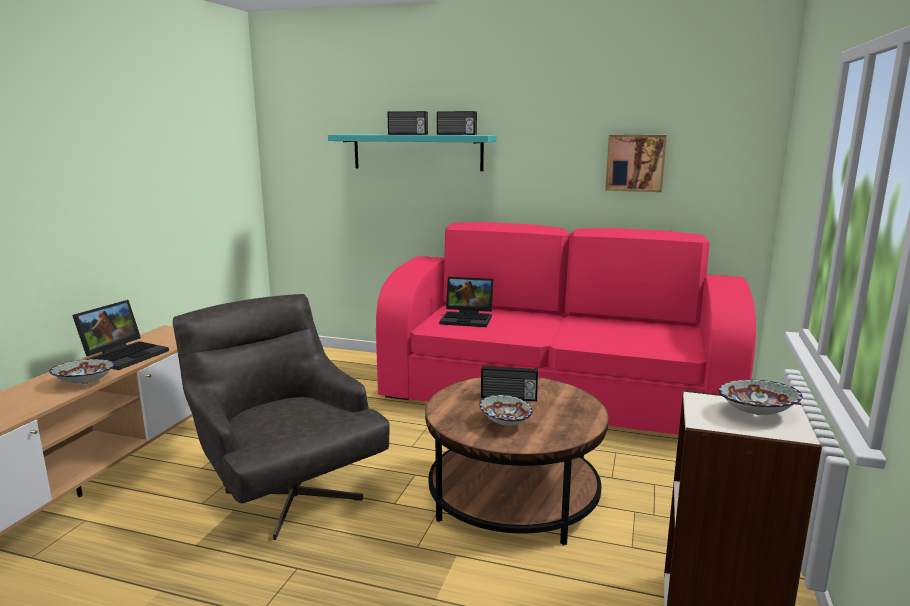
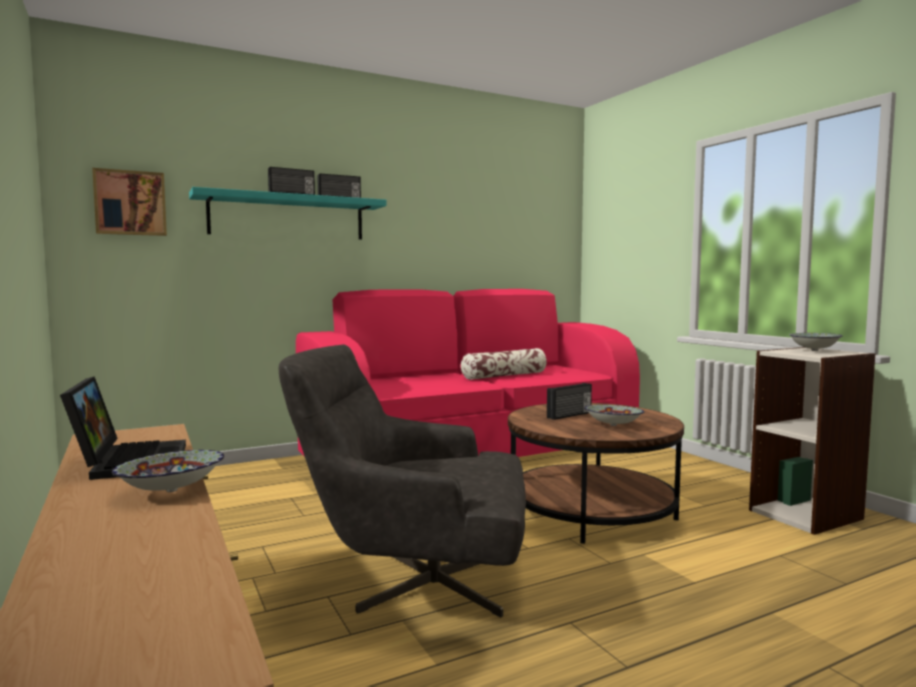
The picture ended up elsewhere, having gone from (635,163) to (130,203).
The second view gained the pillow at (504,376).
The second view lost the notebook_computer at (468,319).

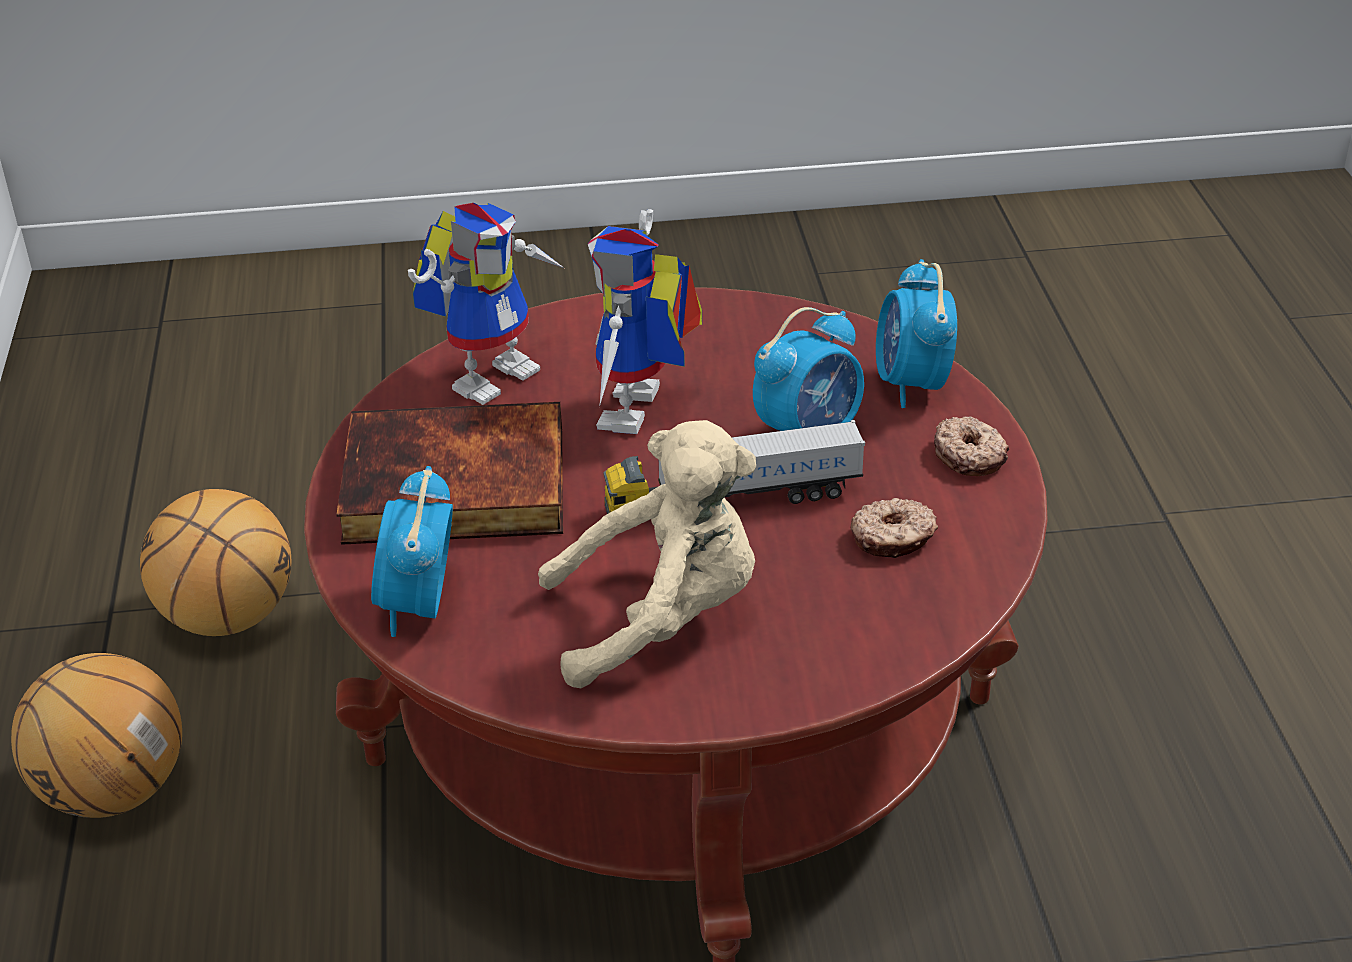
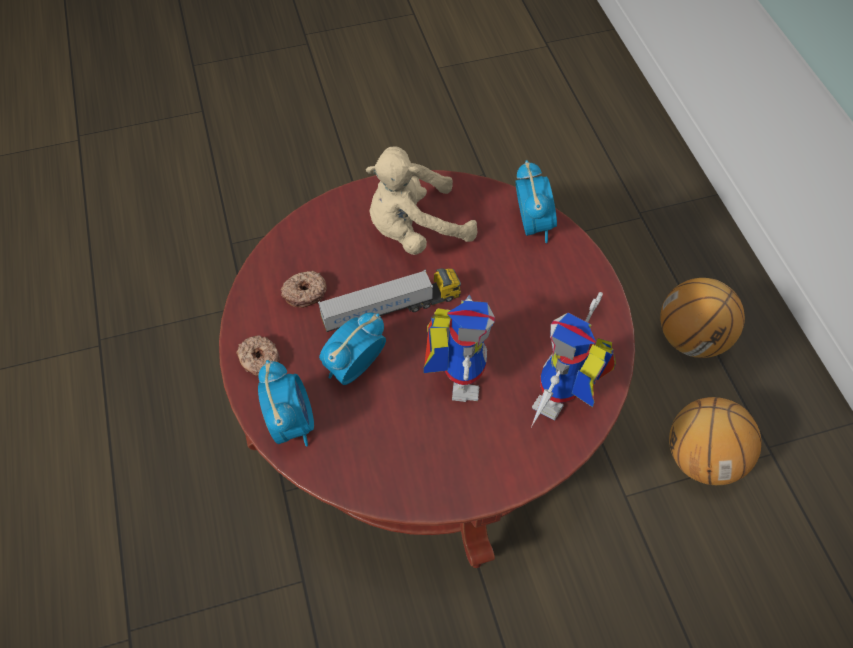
The second view lost the bound_book at (453,488).

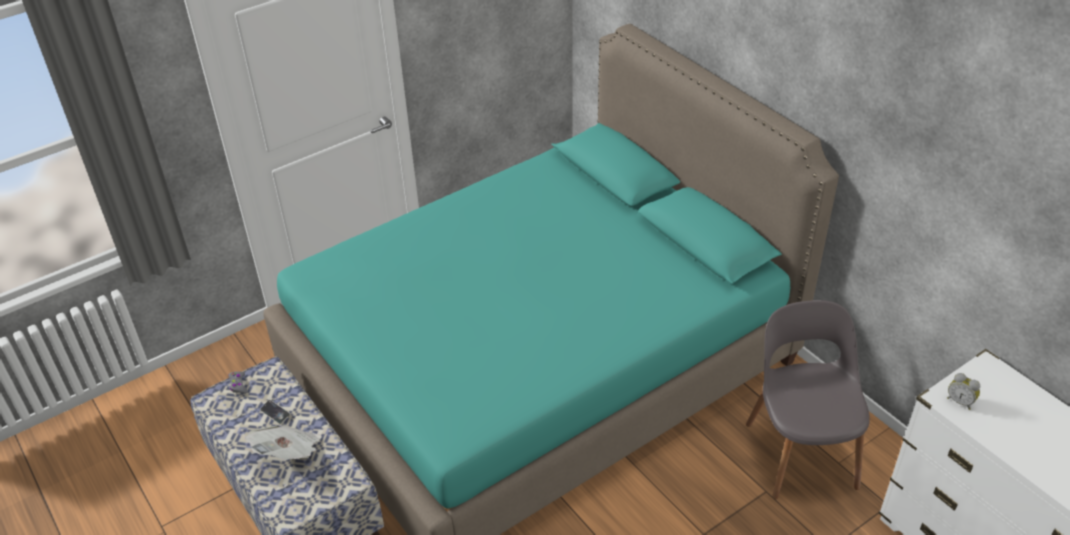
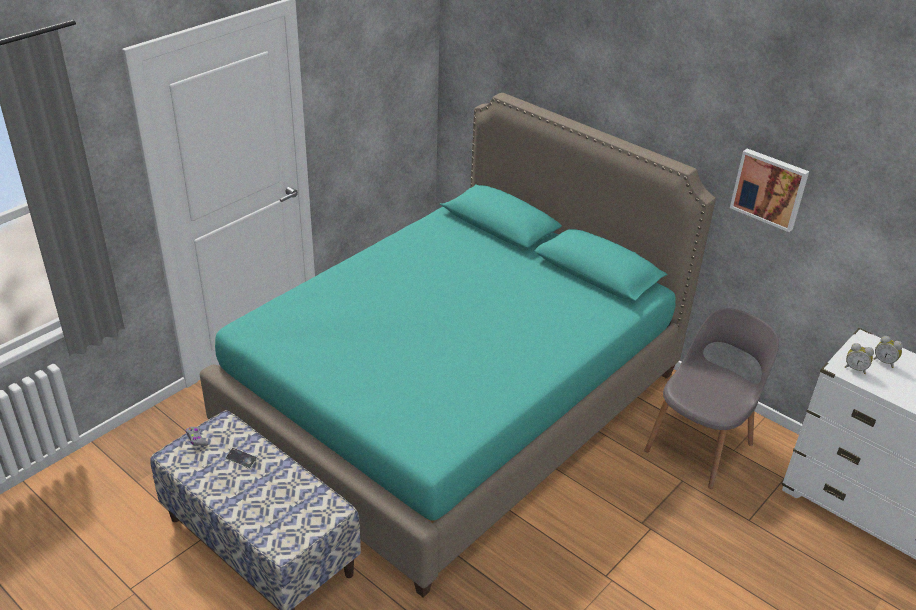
The gray_chair at (800,452) ended up facing another way, 60 degrees clockwise from before.
The second view gained the picture at (770,188).
The second view gained the bedside_clock at (884,361).
The second view lost the newspaper at (289,453).

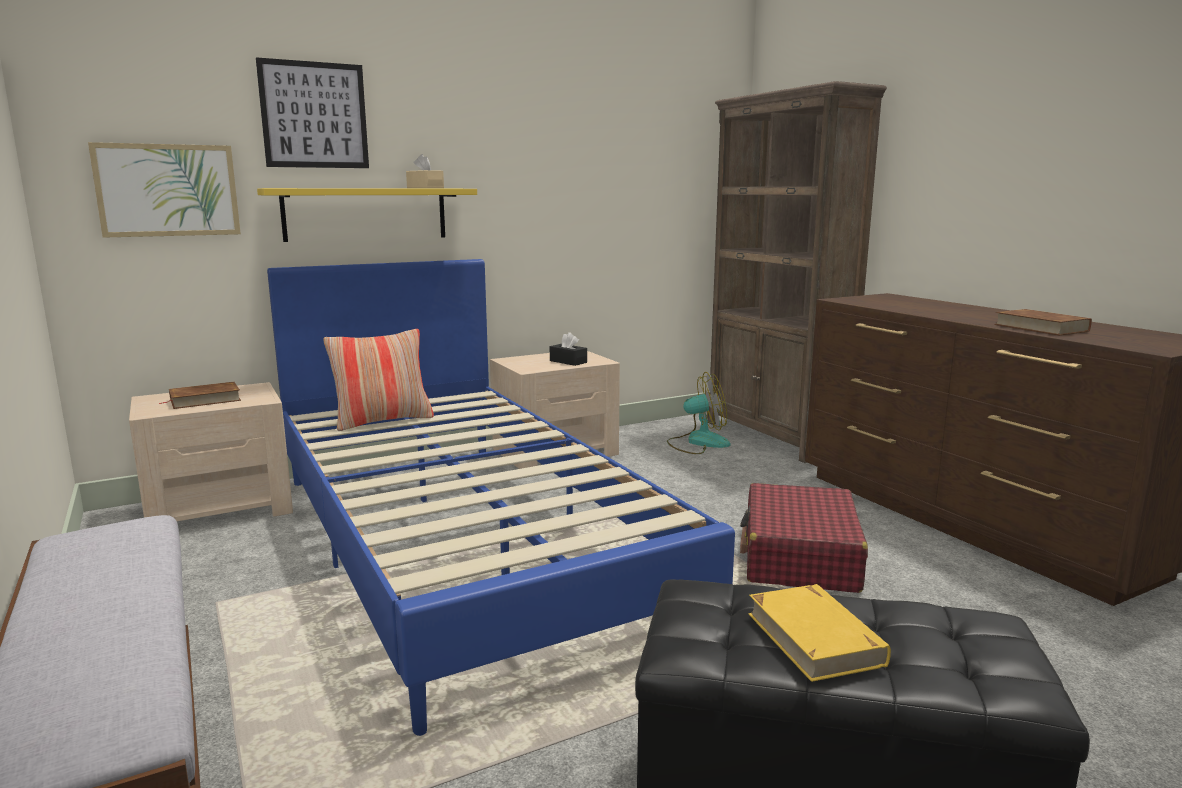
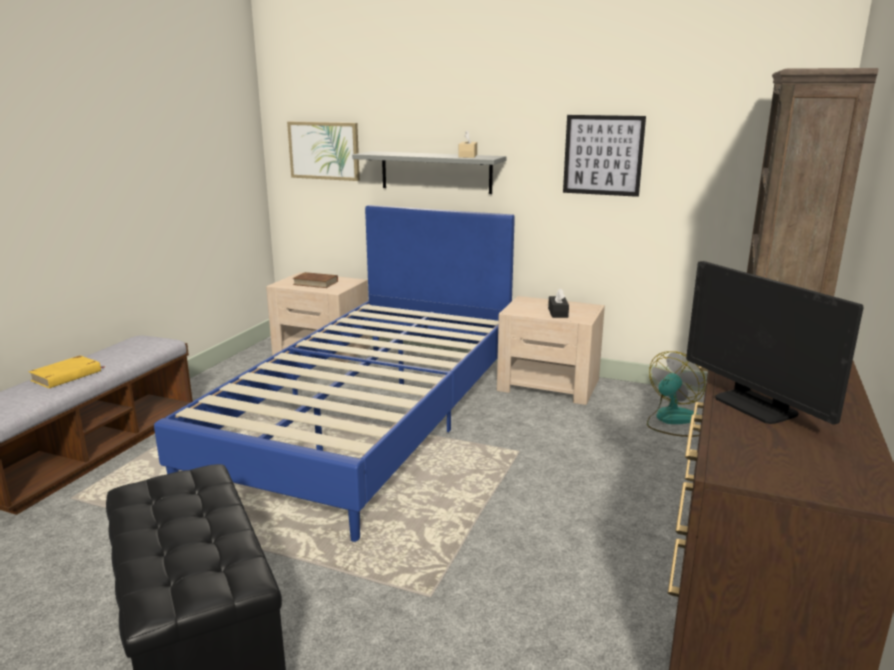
The yellow_bound_book ended up elsewhere, having gone from (815,638) to (67,376).
What was the yellow_bracket_shelf at (366,214) turned into the gray_bracket_shelf at (436,172).
The picture ended up elsewhere, having gone from (314,115) to (603,155).
The electric_fan at (698,442) ended up facing another way, 90 degrees counterclockwise from before.
Where the brown_bound_book stood at (1040,328), the monitor came to stand at (756,406).
The second view lost the pillow at (383,421).
The second view lost the red-coloured_suitcase at (799,557).

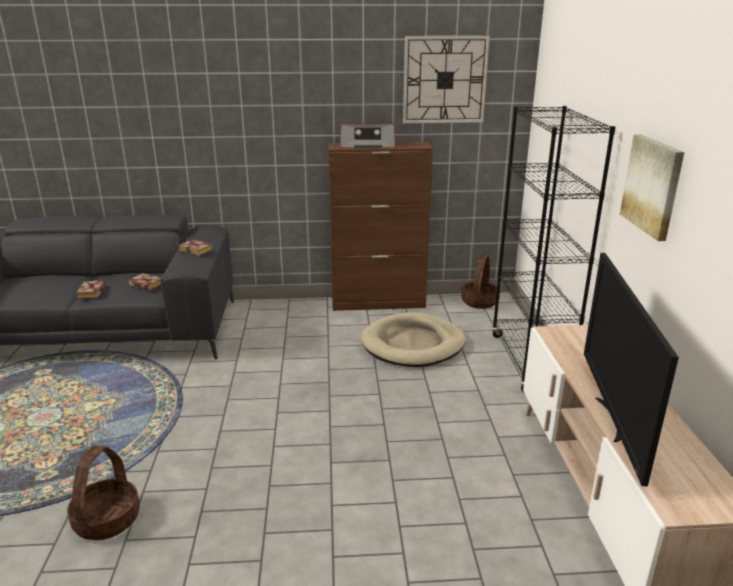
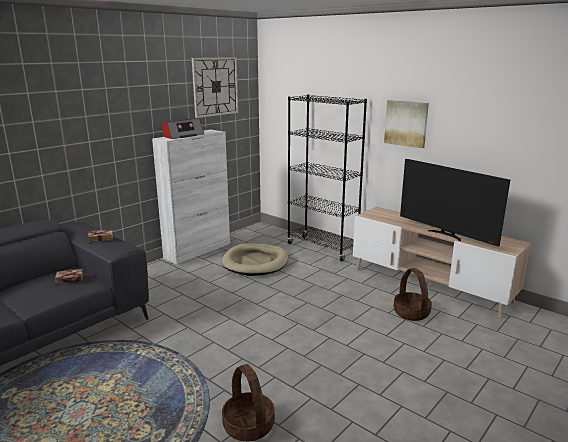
What was the brown_storage_cabinet at (378,303) turned into the whitish_storage_cabinet at (198,250).
The household_basket ended up elsewhere, having gone from (479,302) to (411,313).
The second view lost the bound_book at (92,293).

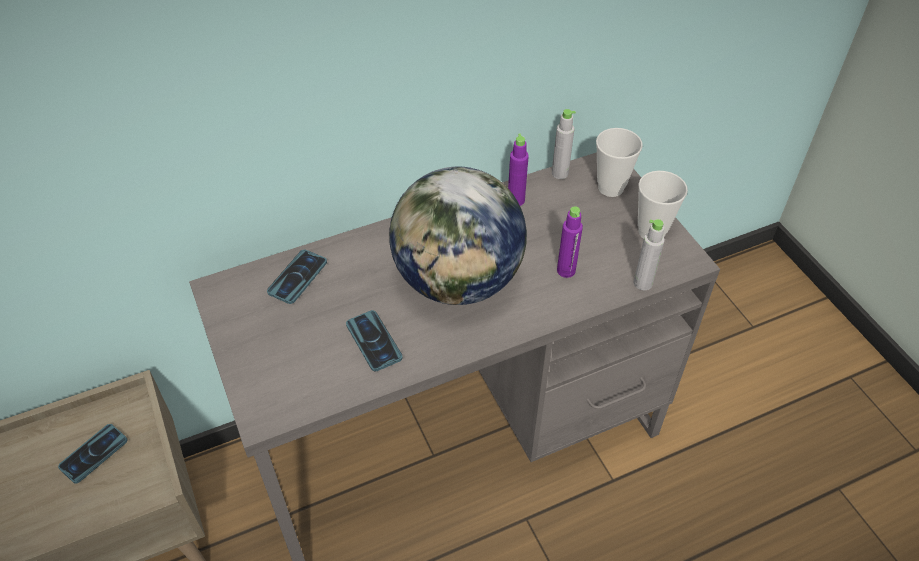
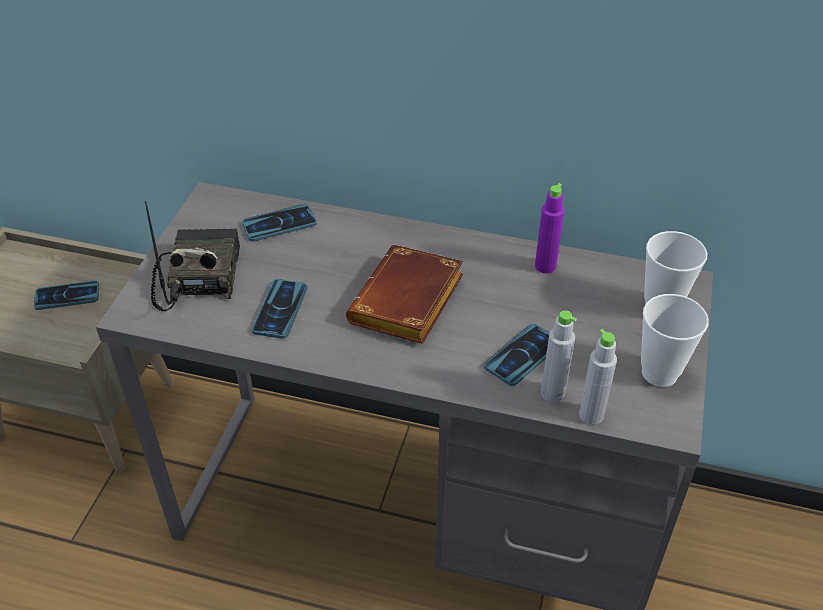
The second view gained the radio_set at (198,276).
Where the globe stood at (458,281), the brown_bound_book came to stand at (408,304).
Where the purplish_beverage_bottle stood at (566,270), the handset came to stand at (522,355).
The gray_beverage_bottle ended up elsewhere, having gone from (560,173) to (552,393).

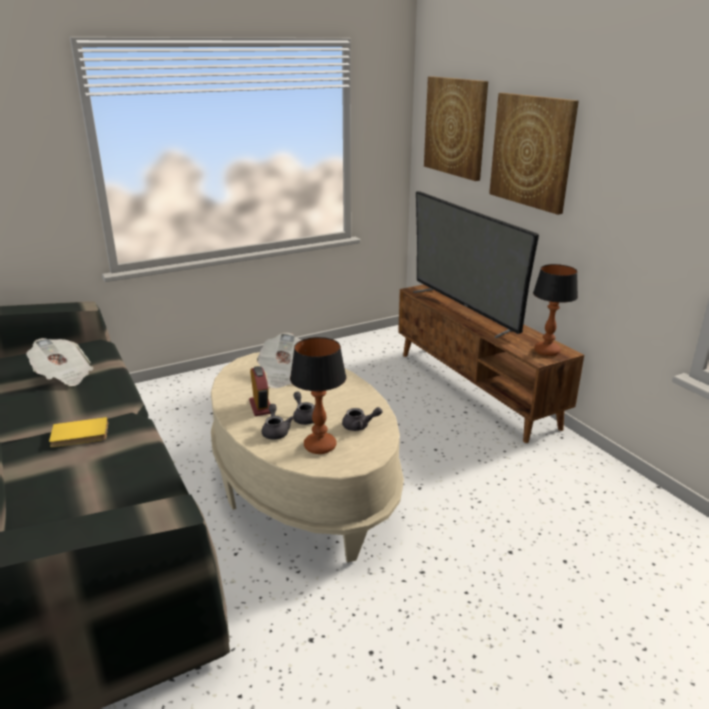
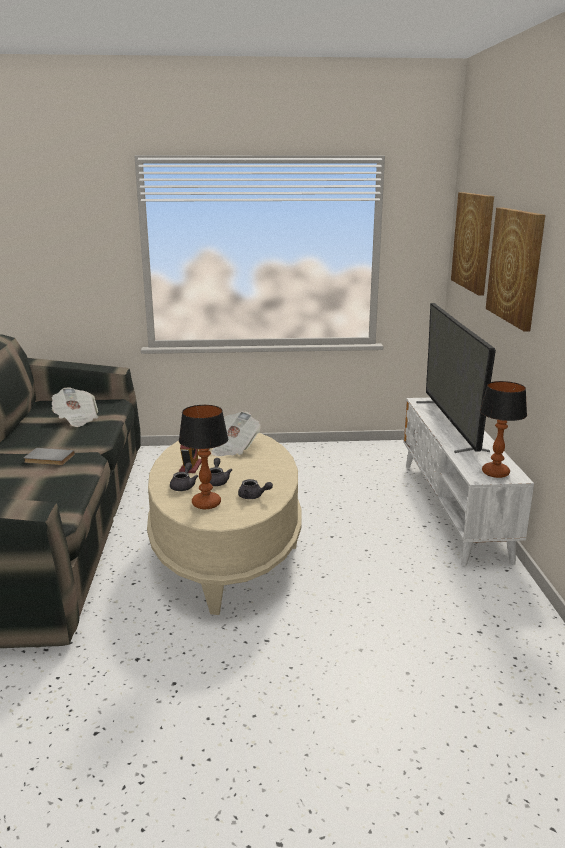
What was the yellow_bound_book at (80,435) turned into the gray_bound_book at (48,459).
What was the brown_tv_unit at (475,388) turned into the whitish_tv_unit at (453,508).

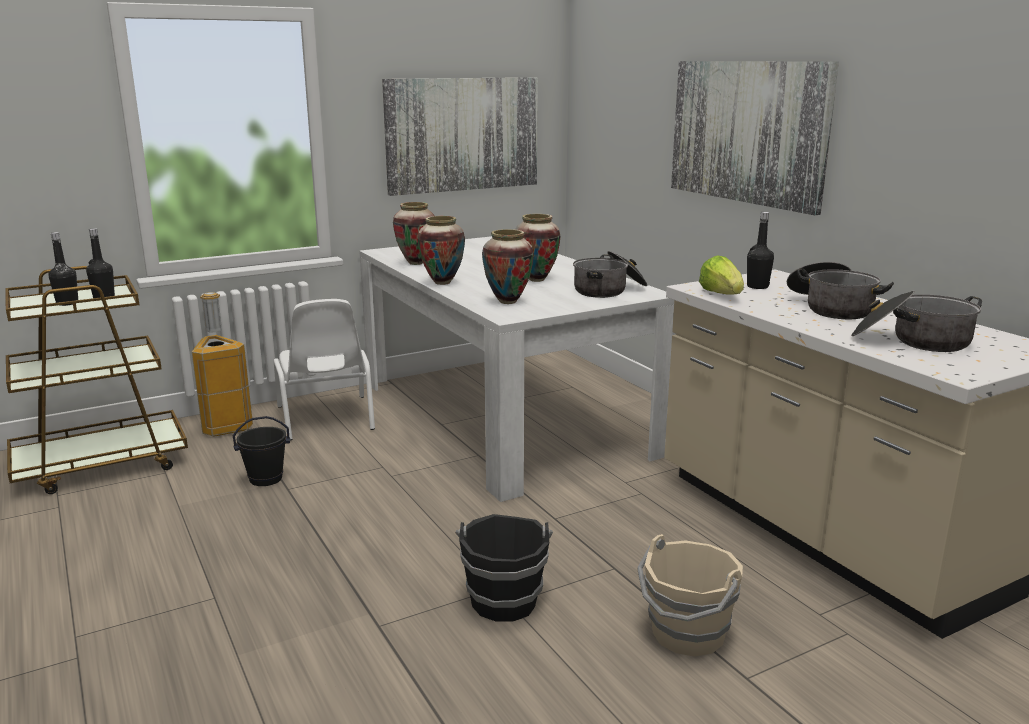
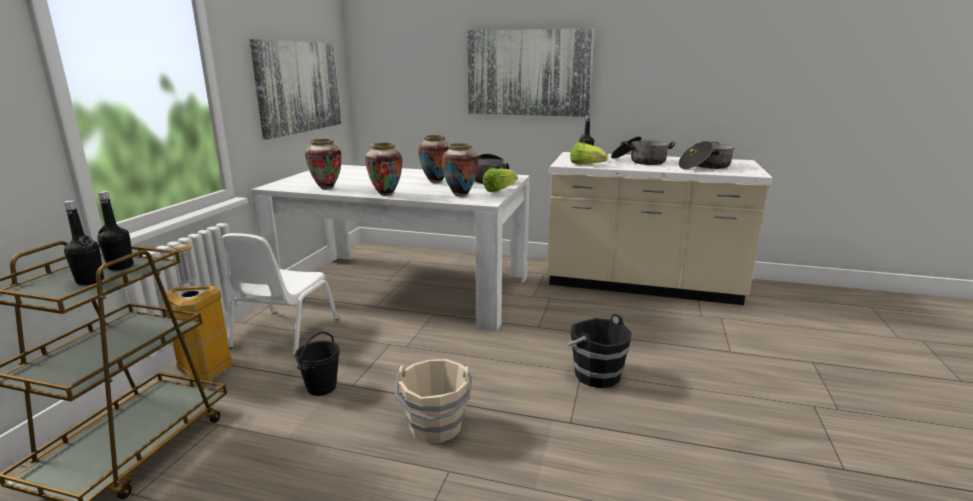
The whitish_chair at (326,418) ended up facing another way, 75 degrees clockwise from before.
The beige-coloured_water_bucket ended up elsewhere, having gone from (687,634) to (436,427).
The second view gained the lettuce at (499,190).

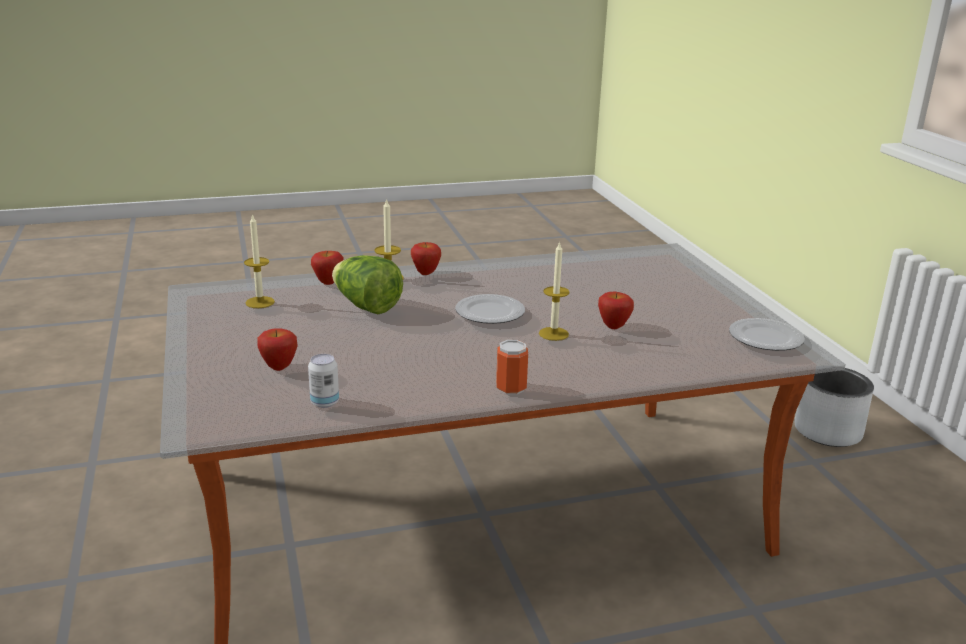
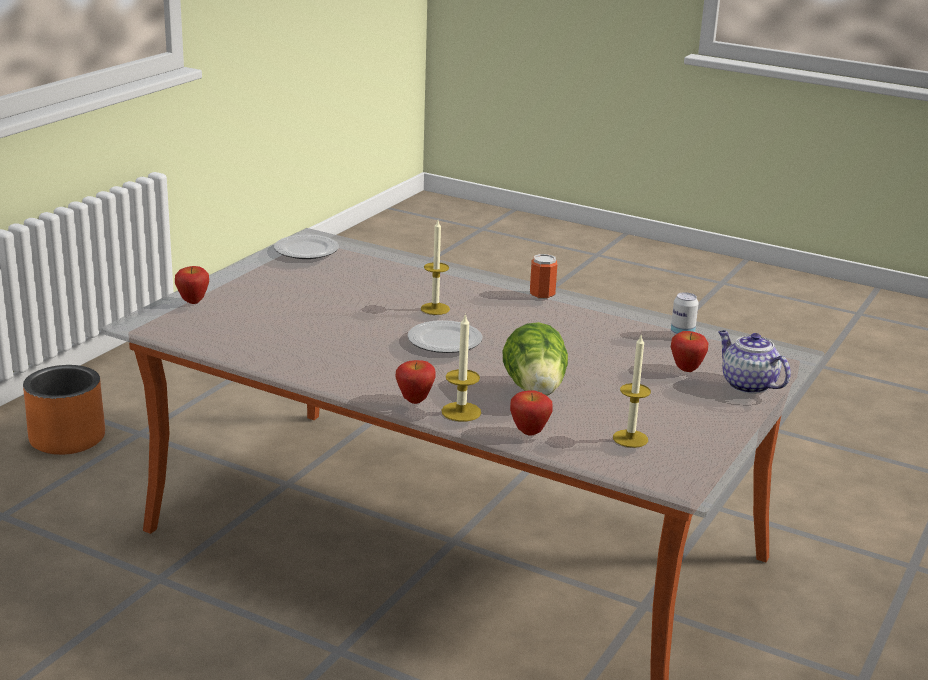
What was the gray_flower_pot at (828,432) turned into the orange-coloured_flower_pot at (67,438).
The apple ended up elsewhere, having gone from (613,327) to (193,302).
The second view gained the teapot at (747,385).

